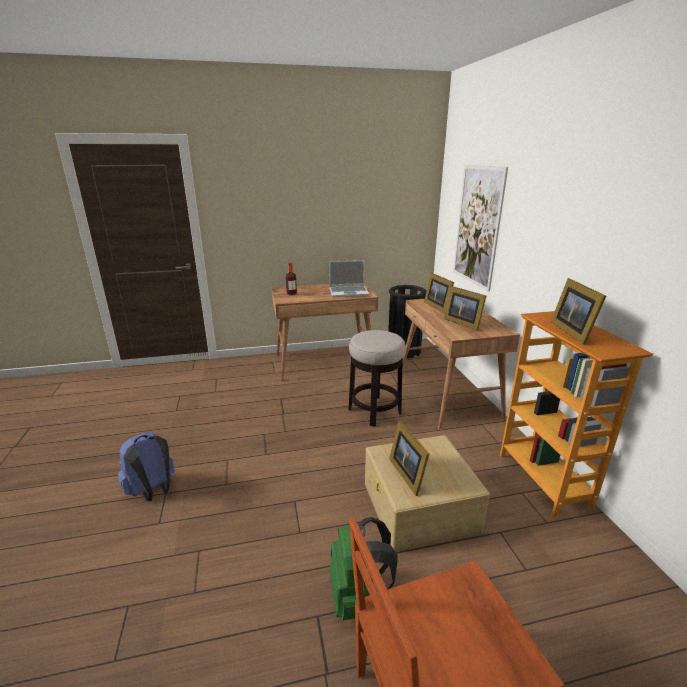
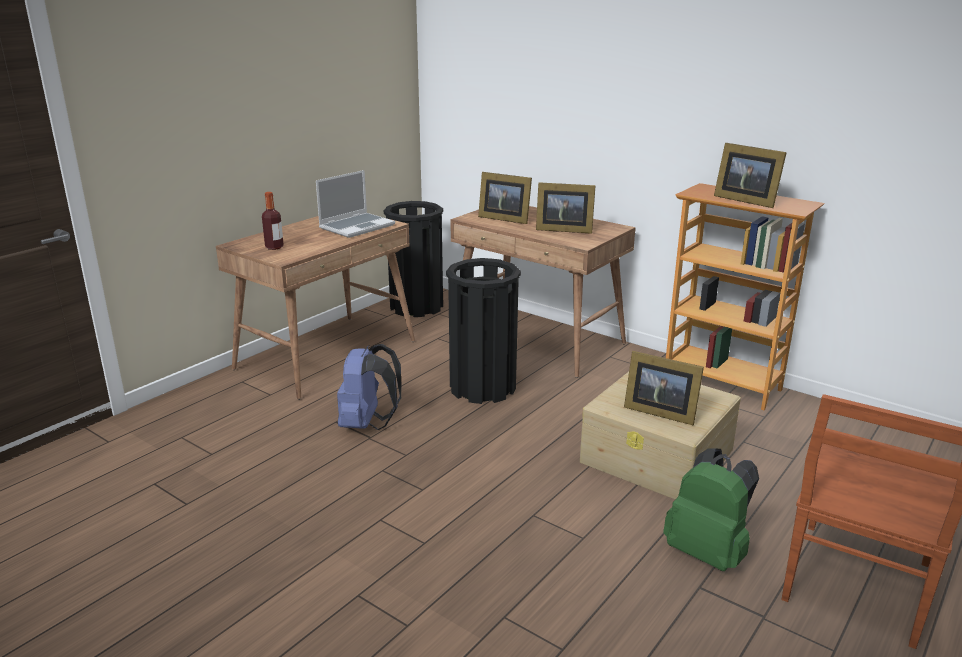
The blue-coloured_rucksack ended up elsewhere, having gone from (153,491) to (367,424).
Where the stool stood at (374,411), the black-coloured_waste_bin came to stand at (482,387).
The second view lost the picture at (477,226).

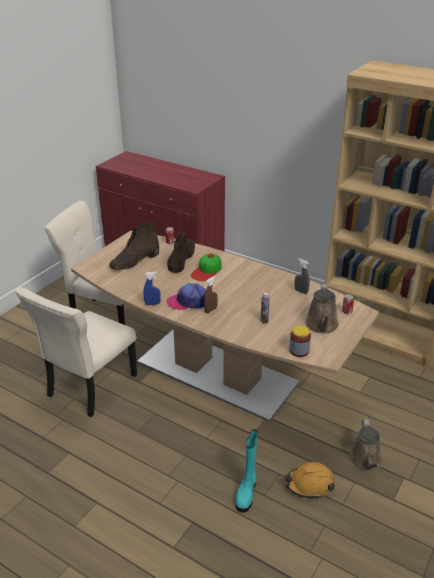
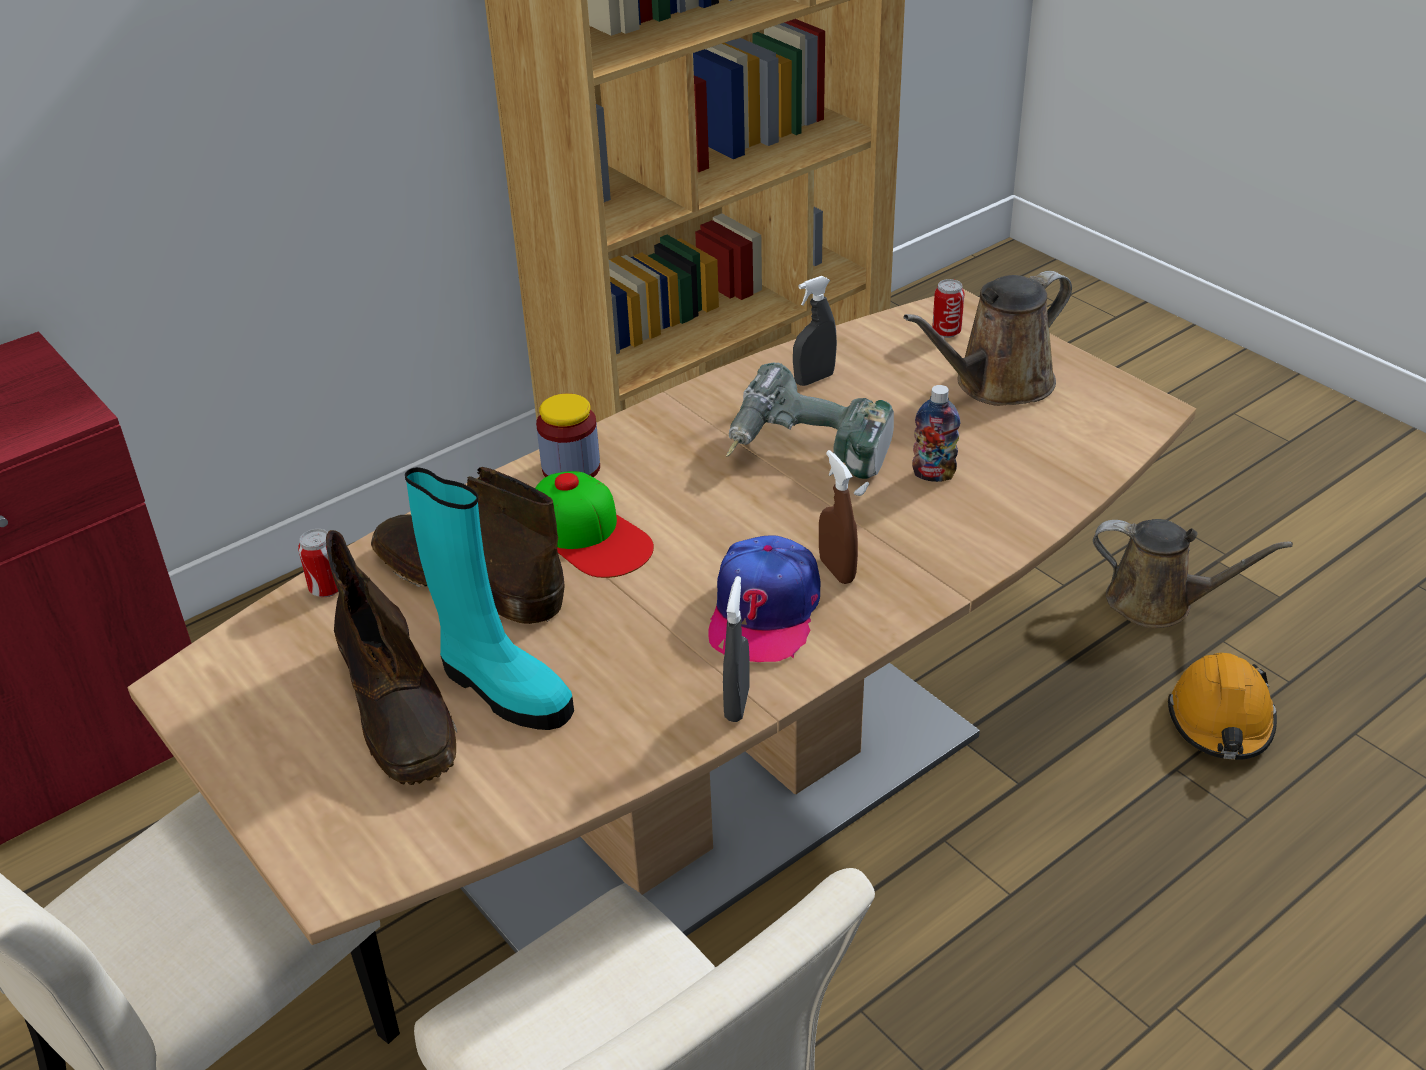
The turquoise_boot ended up elsewhere, having gone from (246,492) to (502,689).
The storage_jar ended up elsewhere, having gone from (299,350) to (571,468).
What was the blue-coloured_hand_sprayer at (152,304) turned into the gray_hand_sprayer at (737,704).
The second view gained the drill at (808,457).
The brown_sprinkling_can at (322,326) ended up facing another way, 120 degrees clockwise from before.

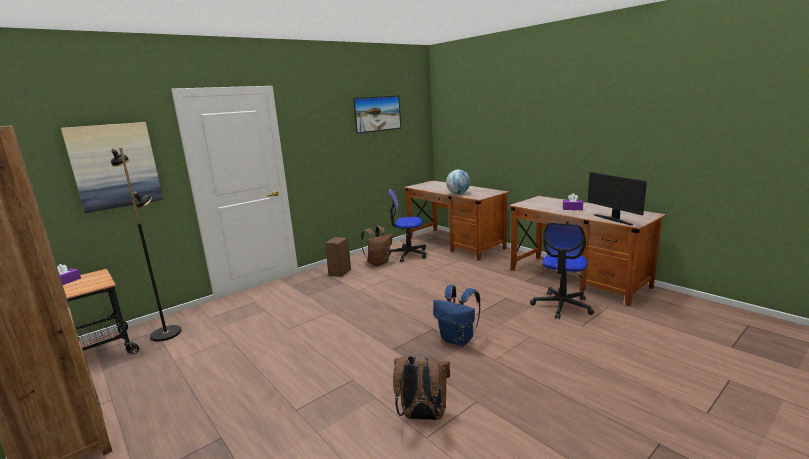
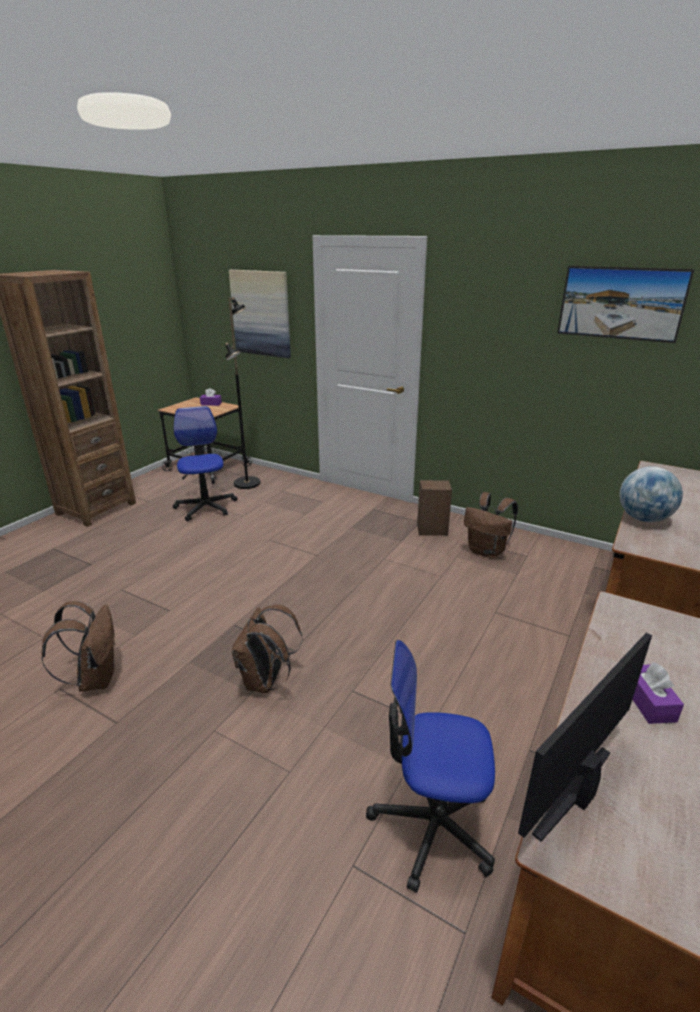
The office_chair ended up elsewhere, having gone from (408,254) to (206,507).
What was the blue-coloured_rucksack at (458,339) turned into the brown_rucksack at (266,681).

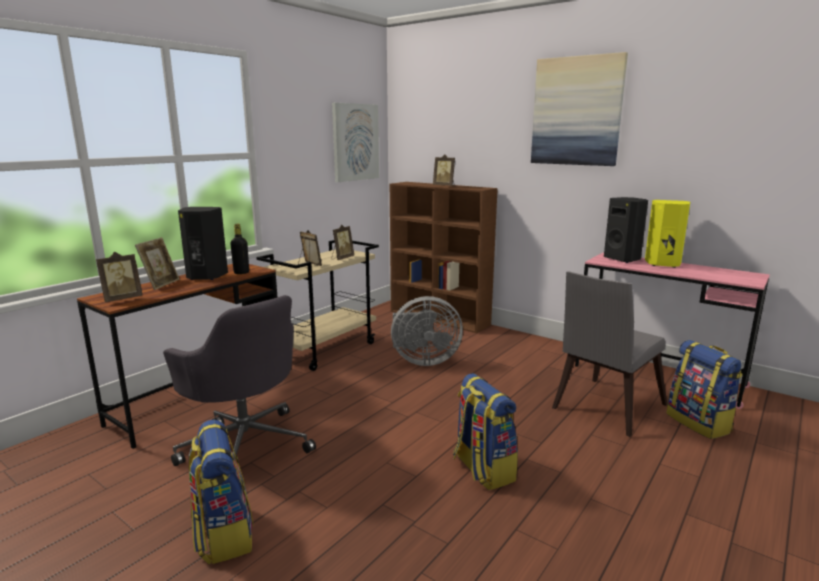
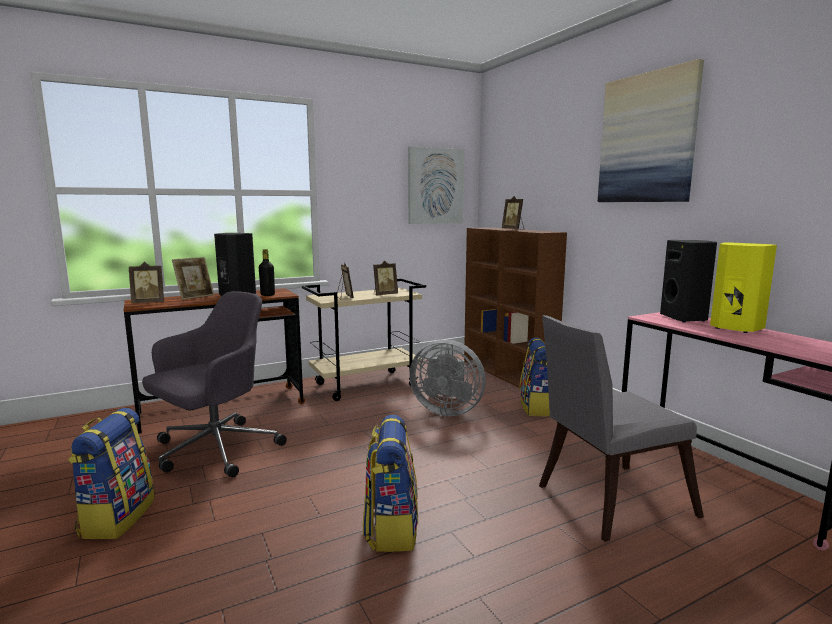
The gray_office_chair at (246,445) ended up facing another way, 120 degrees counterclockwise from before.
The rucksack ended up elsewhere, having gone from (699,423) to (538,408).

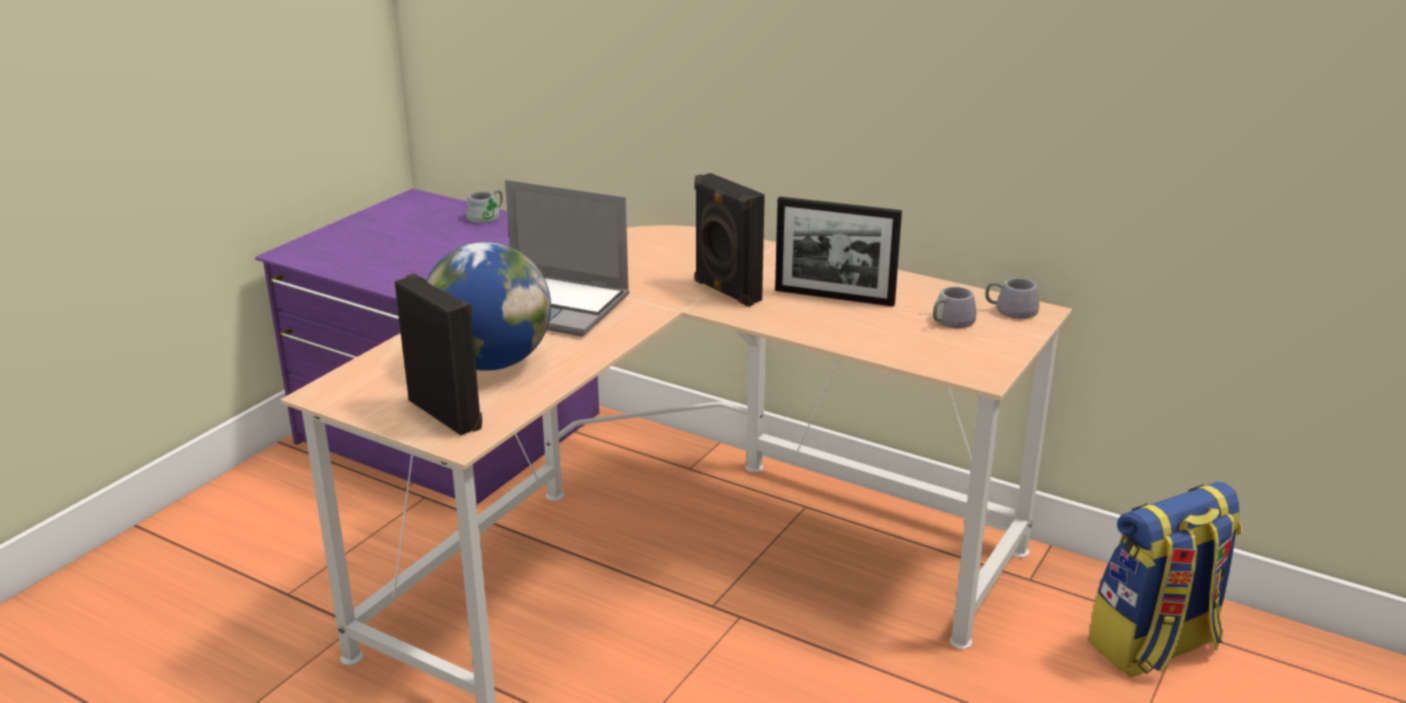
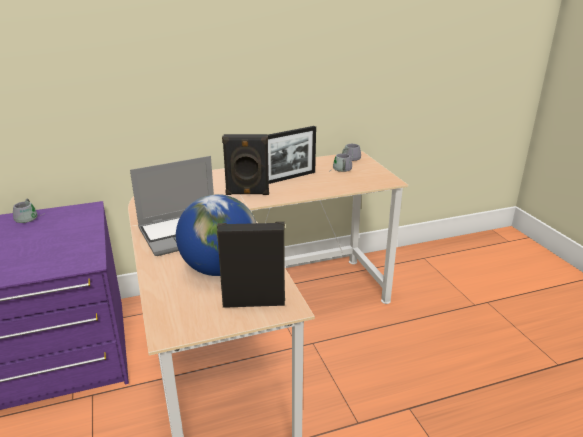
The second view lost the rucksack at (1154,646).

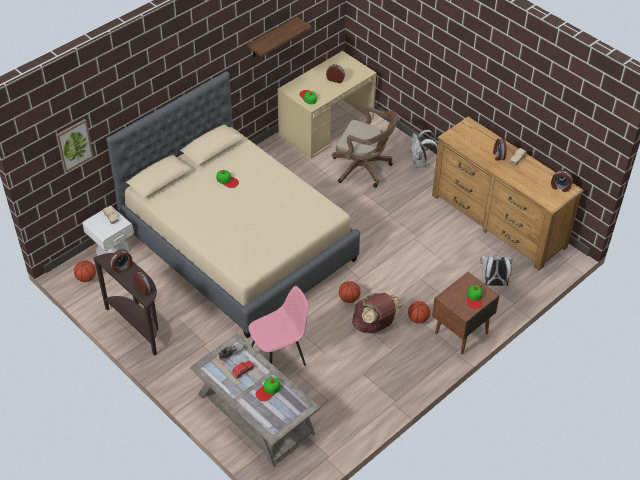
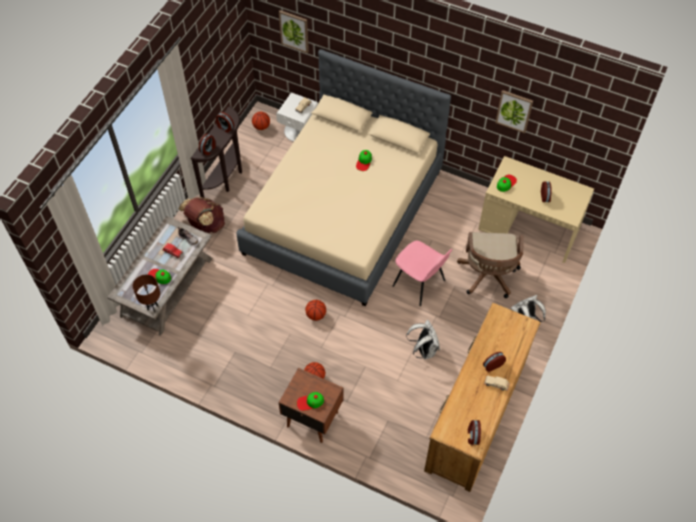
The second view gained the brown_tabletop_lamp at (153,307).
The brown_rucksack ended up elsewhere, having gone from (374,325) to (205,225).
The pink-coloured_chair ended up elsewhere, having gone from (279,356) to (420,284).
The whitish_rucksack ended up elsewhere, having gone from (493,283) to (423,350).
Where the bracket_shelf hung at (272,38), the picture came to hang at (514,111).

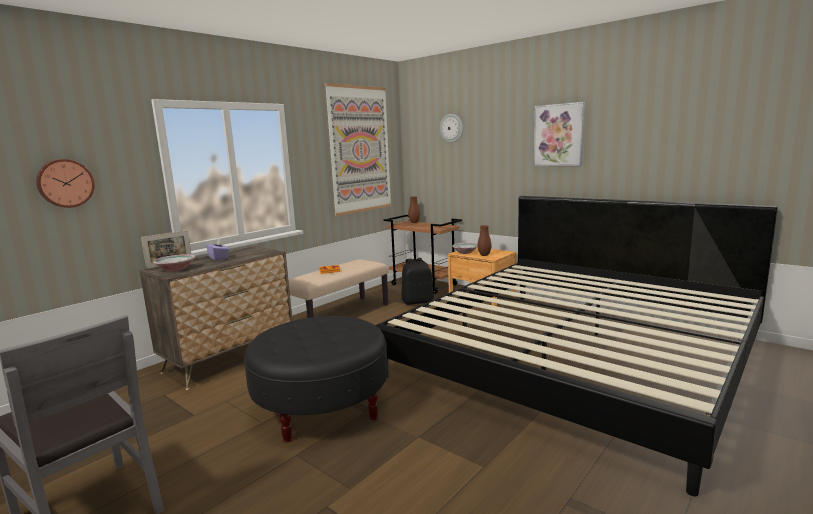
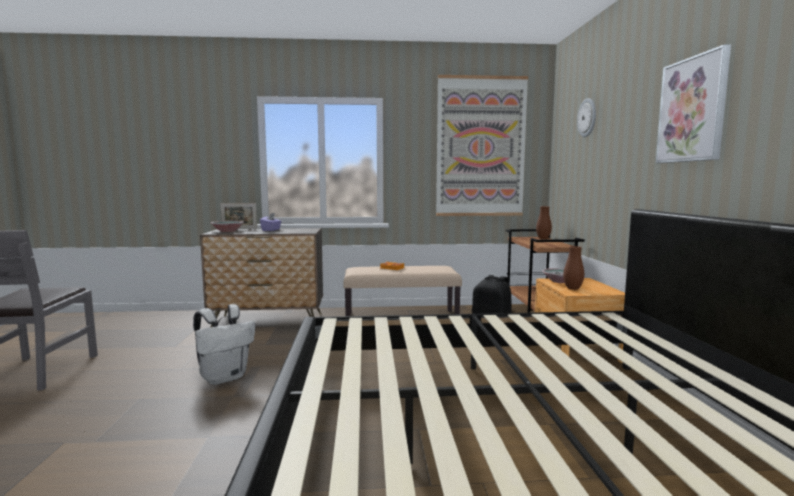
Where the black-coloured_pouffe stood at (322,407), the whitish_rucksack came to stand at (225,377).
The second view lost the wall_clock at (65,183).

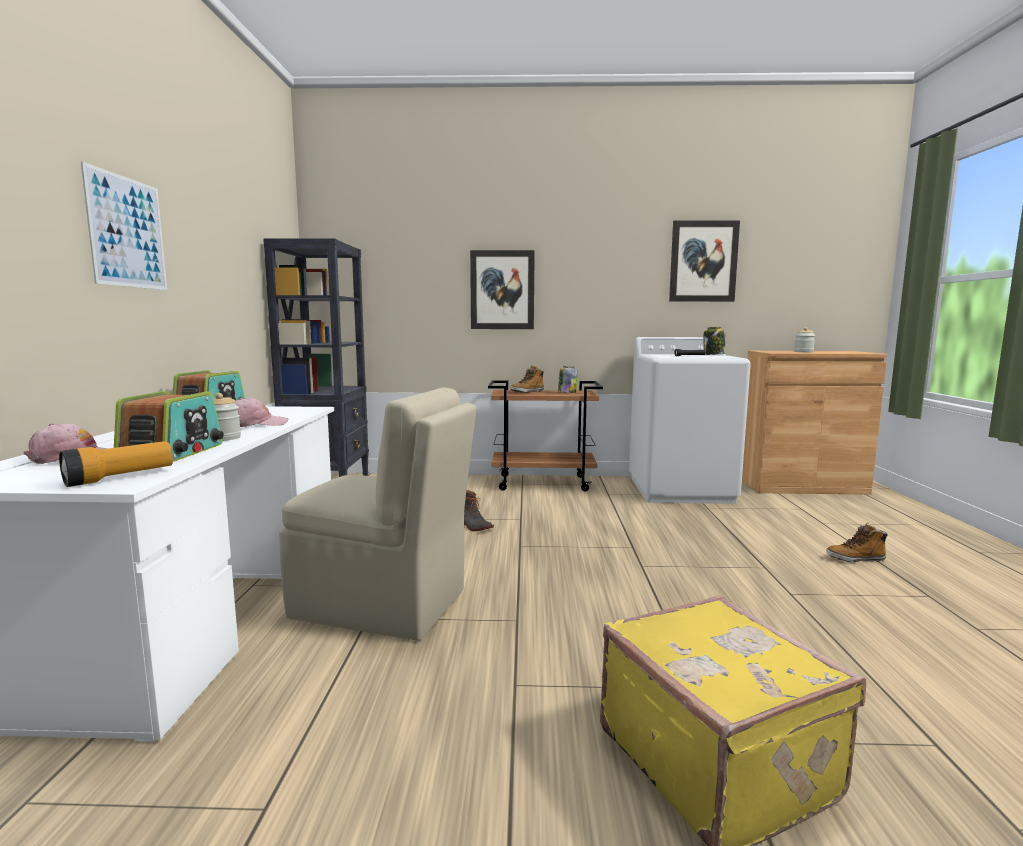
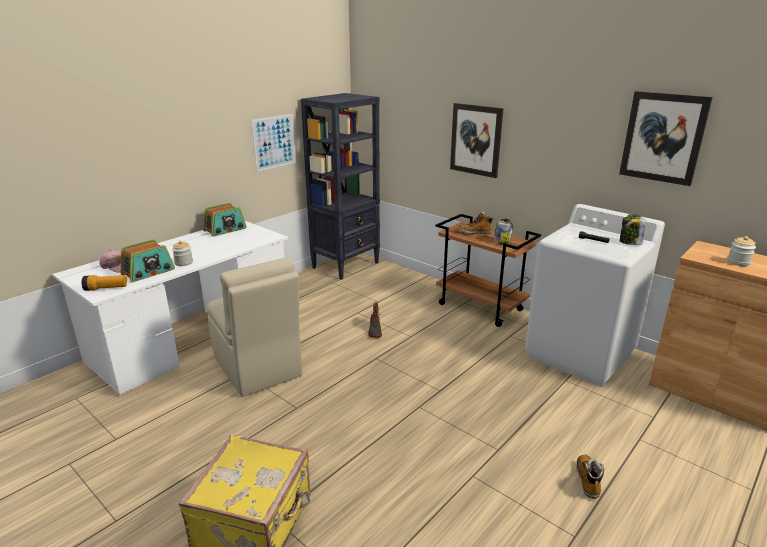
The picture ended up elsewhere, having gone from (127,232) to (274,142).
The boot at (855,559) ended up facing another way, 60 degrees clockwise from before.
The second view lost the pink-coloured_peaked_cap at (255,424).

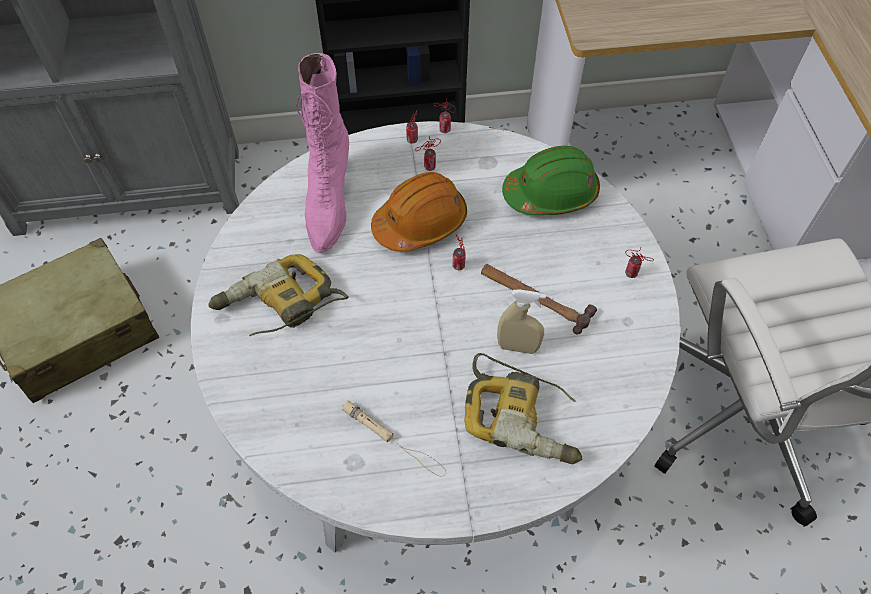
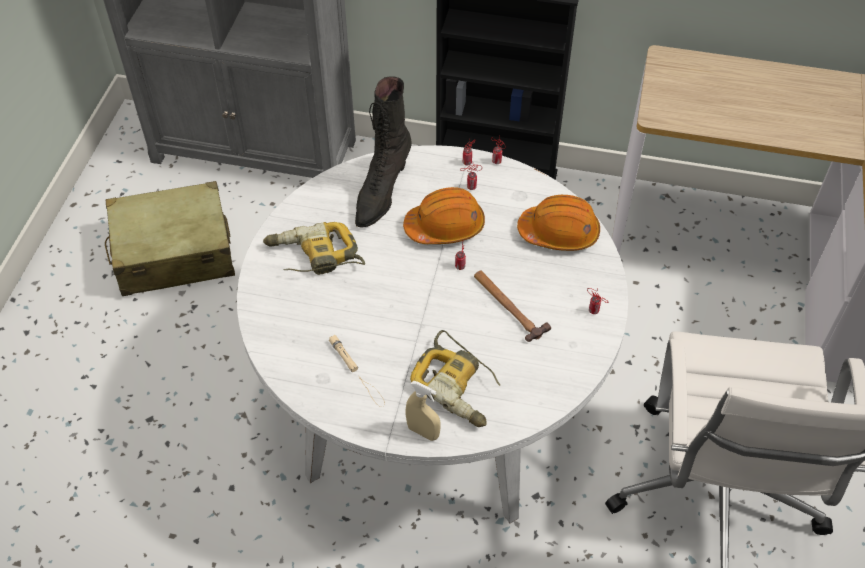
What was the pink-coloured_boot at (328,202) turned into the black-coloured_boot at (381,192).
The beige-coloured_hand_sprayer ended up elsewhere, having gone from (518,347) to (423,432).
What was the green-coloured_safety_helmet at (551,193) turned into the orange-coloured_safety_helmet at (559,233).

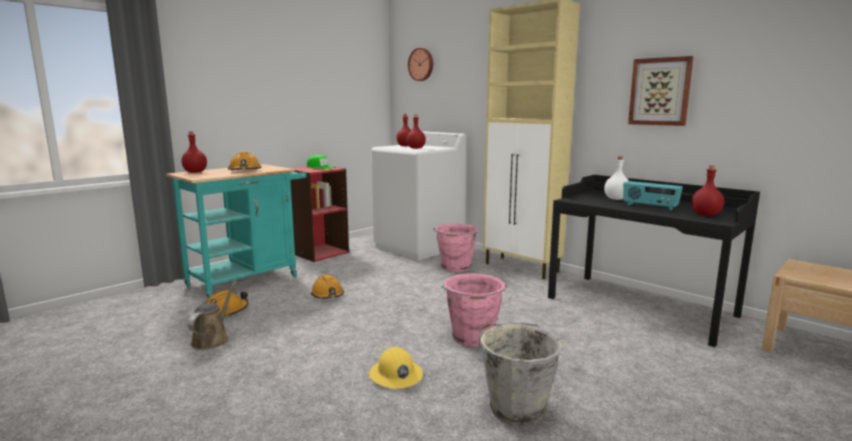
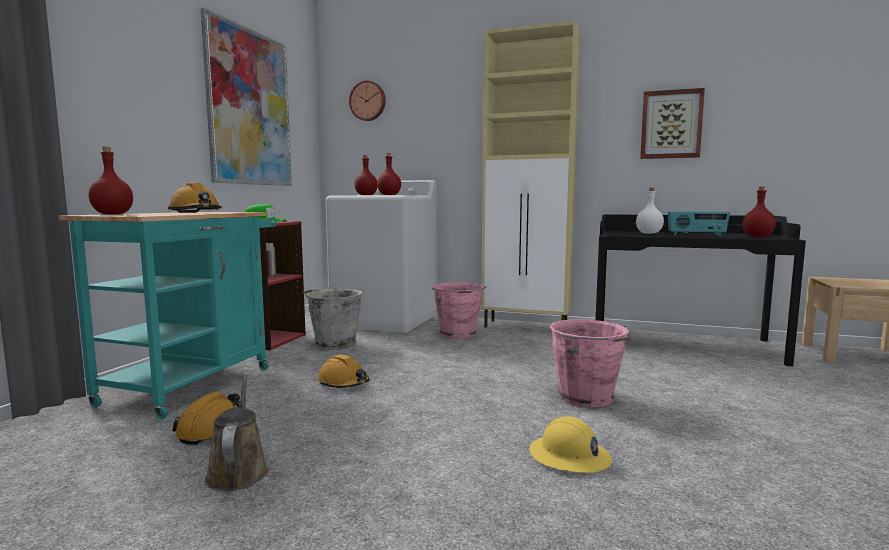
The second view gained the picture at (250,108).
The gray_water_bucket ended up elsewhere, having gone from (515,408) to (334,344).

